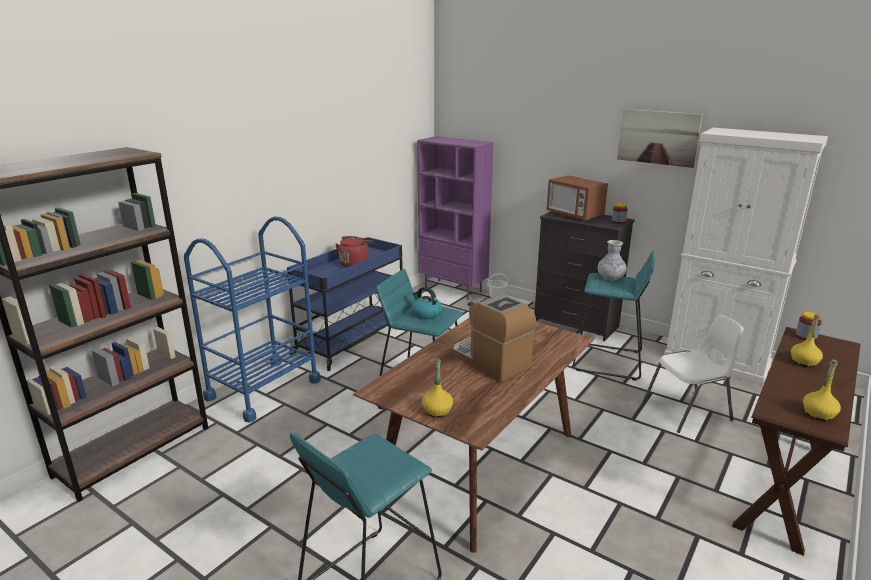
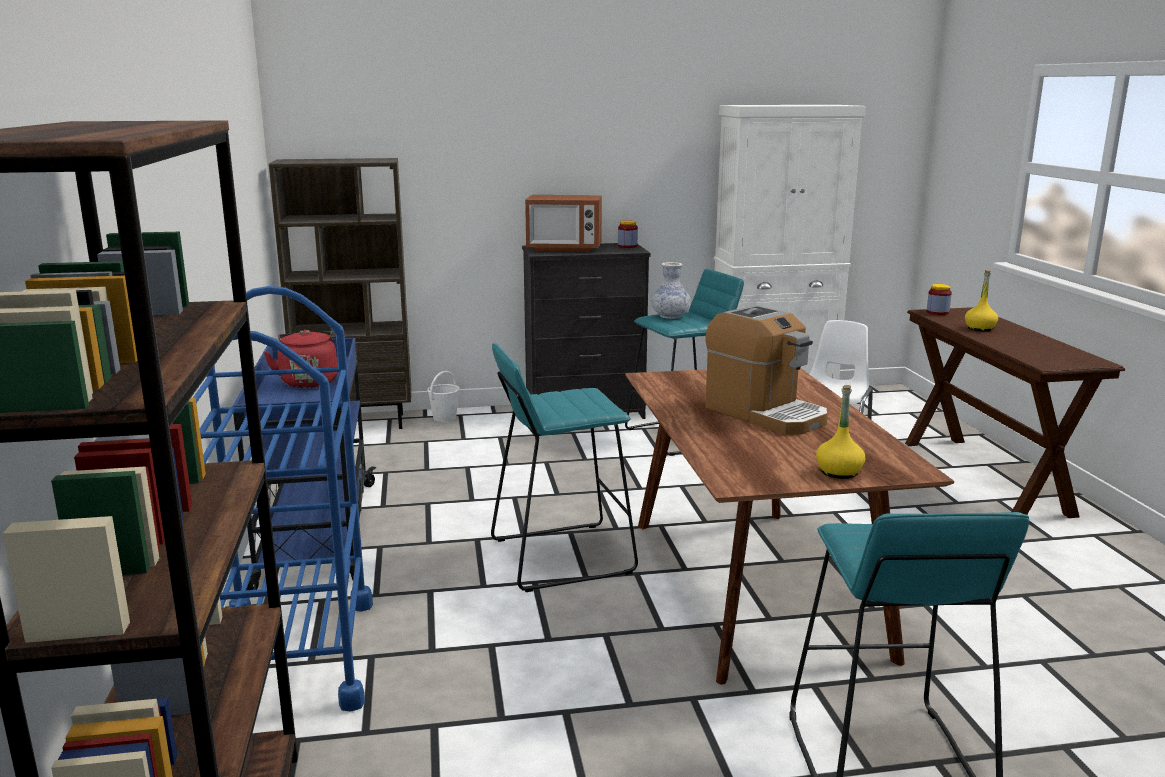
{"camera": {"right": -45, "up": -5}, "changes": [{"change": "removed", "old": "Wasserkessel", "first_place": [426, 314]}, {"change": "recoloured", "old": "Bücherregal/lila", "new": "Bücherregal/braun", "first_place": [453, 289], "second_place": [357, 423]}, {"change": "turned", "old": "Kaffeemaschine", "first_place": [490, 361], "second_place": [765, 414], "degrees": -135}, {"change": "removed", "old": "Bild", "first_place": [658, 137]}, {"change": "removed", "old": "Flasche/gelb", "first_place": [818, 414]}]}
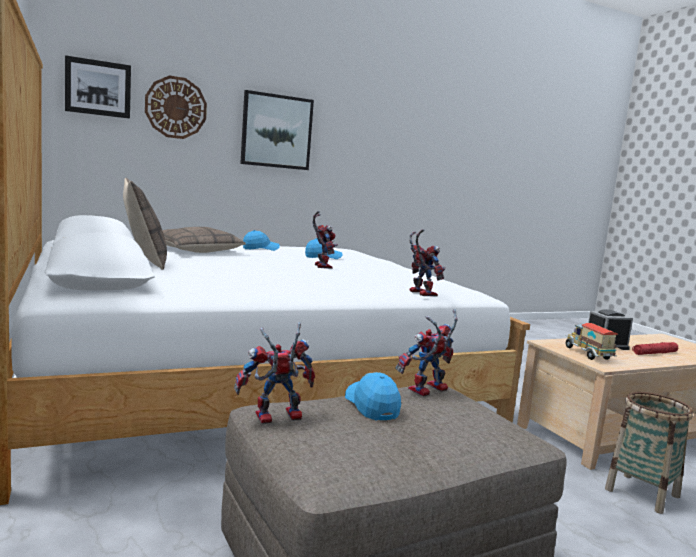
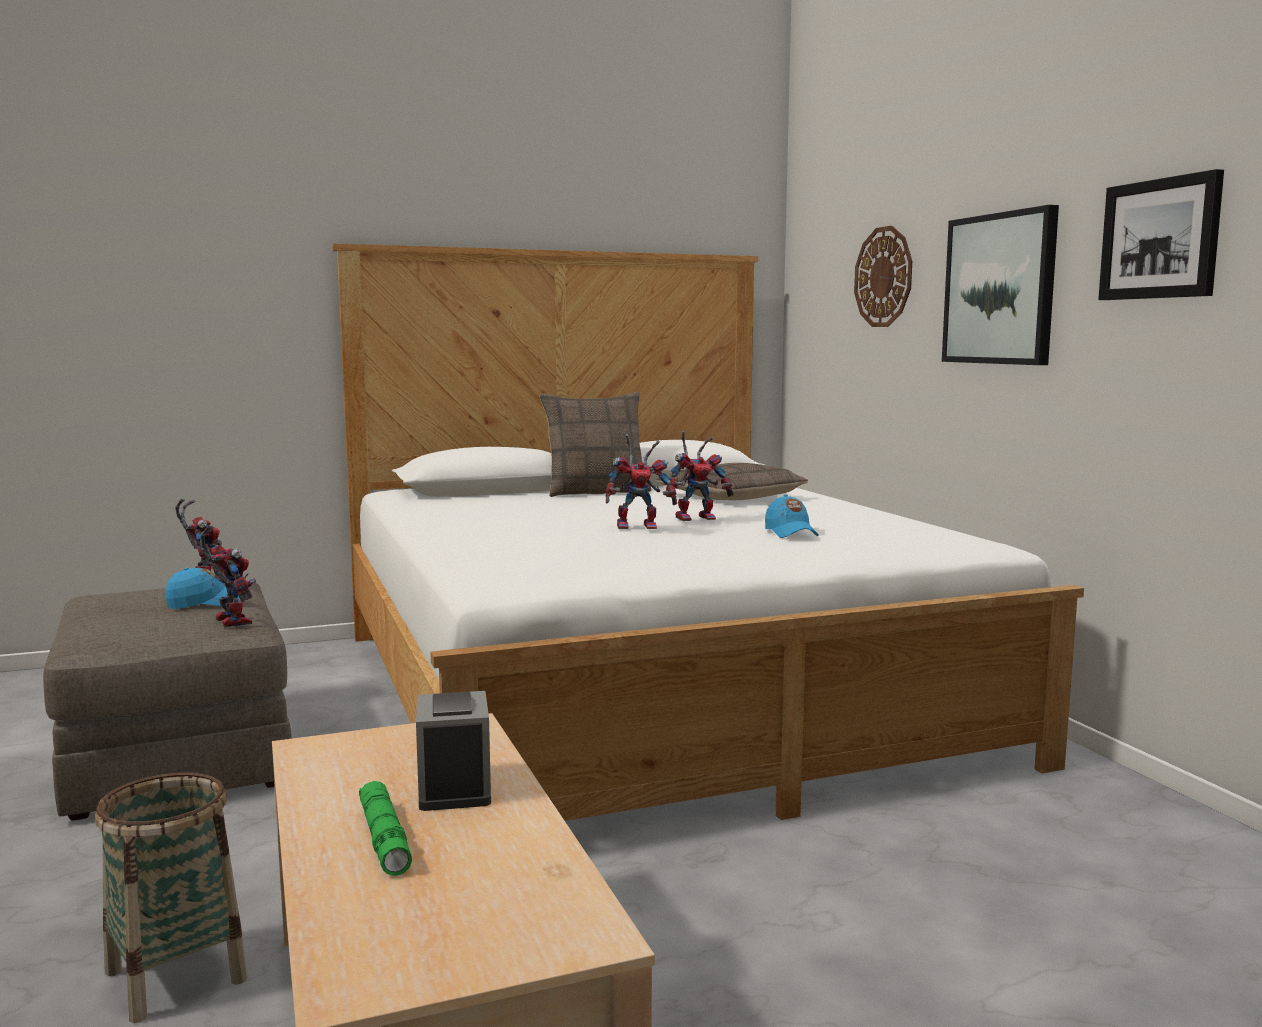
{"camera": {"right": 95, "up": 0}, "changes": [{"change": "moved", "old": "Bild", "first_place": [98, 88], "second_place": [1160, 239]}, {"change": "removed", "old": "Kappe/blau", "first_place": [260, 249]}, {"change": "moved", "old": "Spielzeugroboter", "first_place": [419, 293], "second_place": [697, 518]}, {"change": "removed", "old": "Spielzeuglaster", "first_place": [588, 354]}, {"change": "recoloured", "old": "Taschenlampe/rot", "new": "Taschenlampe/grün", "first_place": [654, 353], "second_place": [384, 838]}]}
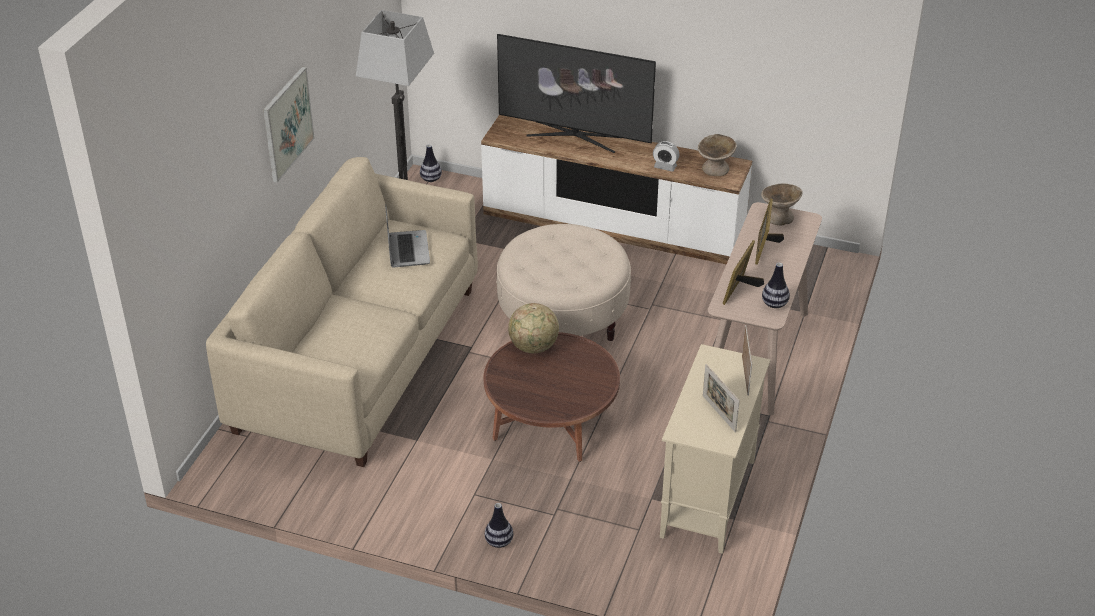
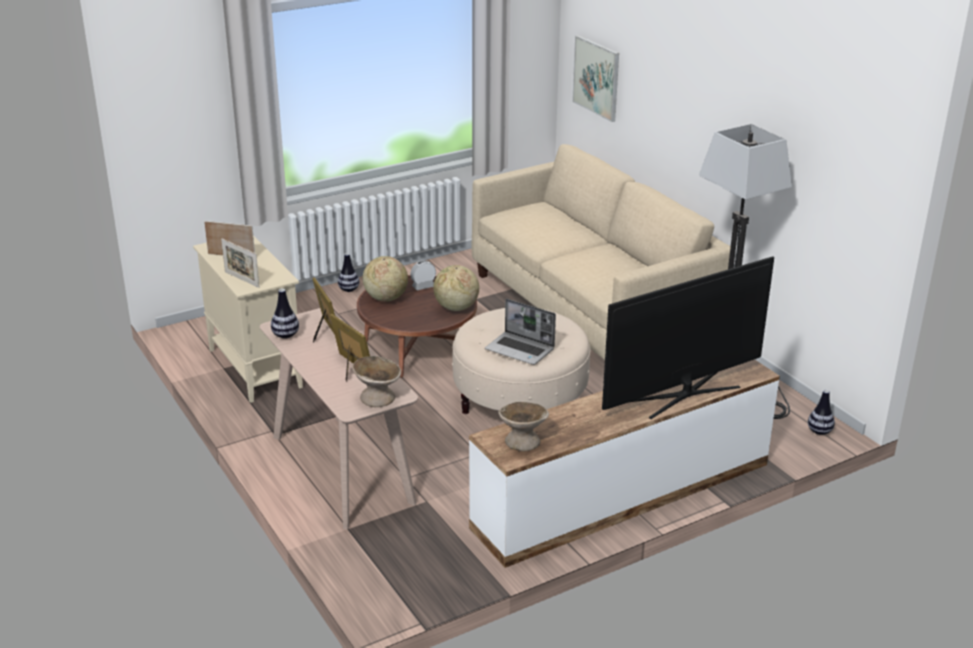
{"camera": {"right": 130, "up": -10}, "changes": [{"change": "moved", "old": "Bild", "first_place": [287, 124], "second_place": [596, 77]}, {"change": "moved", "old": "Laptop", "first_place": [407, 249], "second_place": [520, 350]}, {"change": "moved", "old": "Wecker", "first_place": [665, 167], "second_place": [423, 286]}, {"change": "added", "new": "Globus", "second_place": [385, 298]}]}
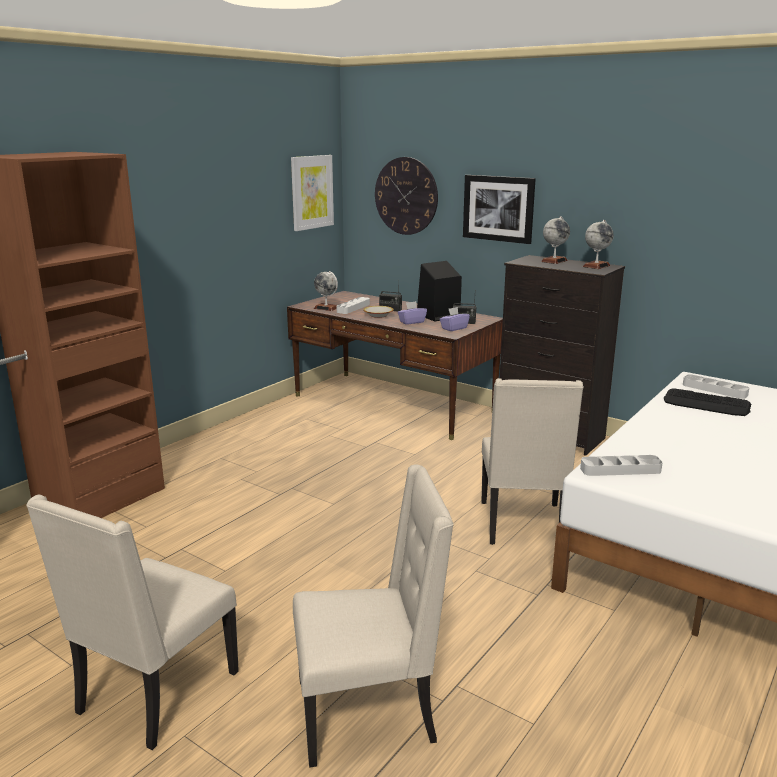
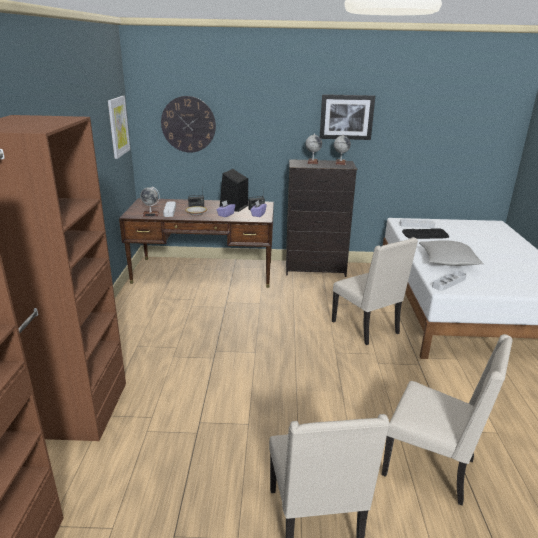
{"camera": {"right": -35, "up": 5}, "changes": [{"change": "turned", "old": "Stuhl/beige", "first_place": [369, 712], "second_place": [431, 467], "degrees": 75}, {"change": "moved", "old": "Bild", "first_place": [498, 208], "second_place": [346, 117]}, {"change": "added", "new": "Kissen/grau", "second_place": [447, 262]}]}
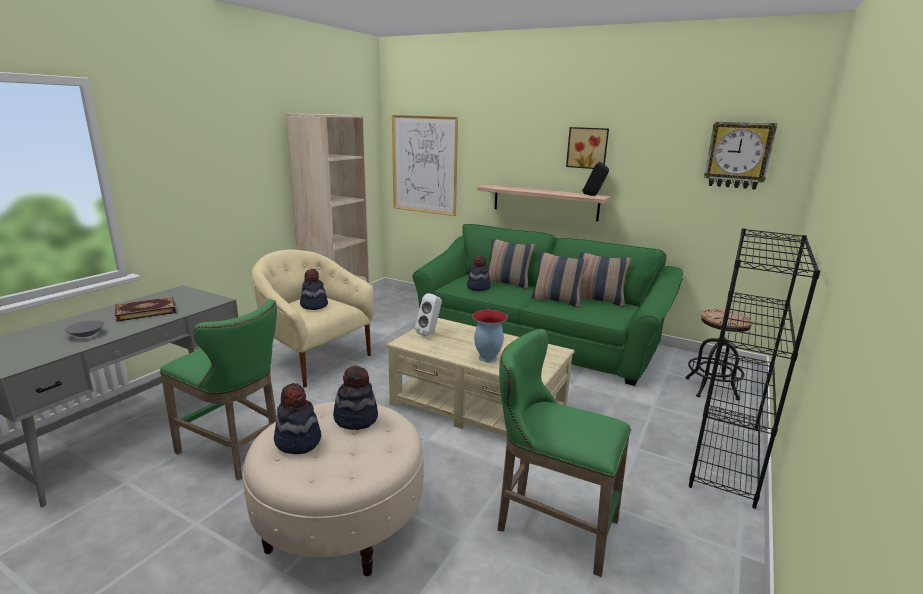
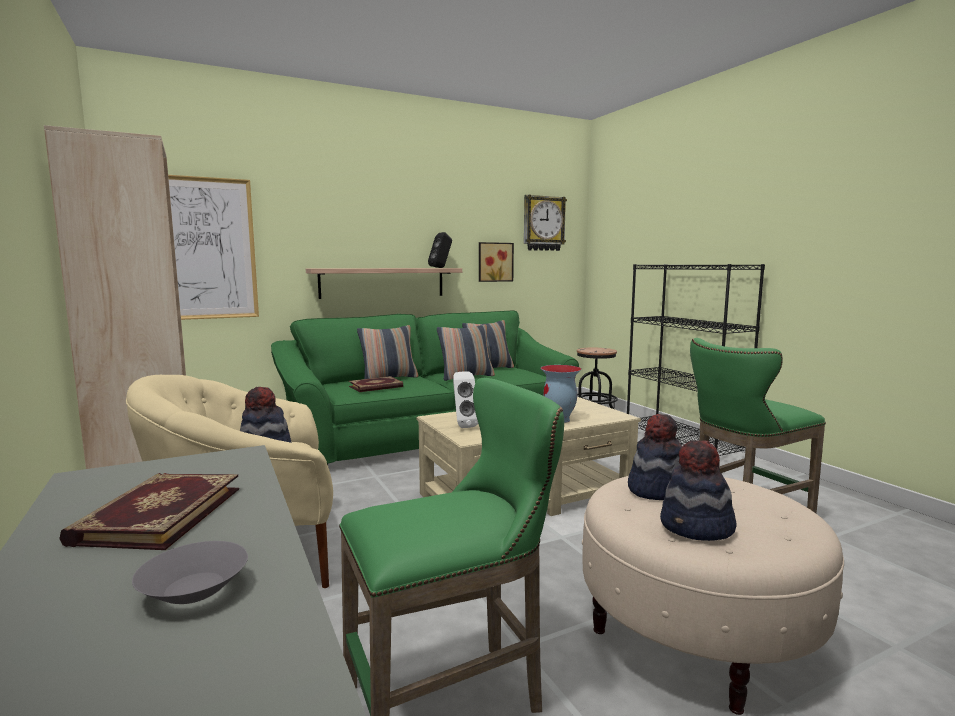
{"camera": {"right": -55, "up": -10}, "changes": [{"change": "replaced", "old": "Hut", "new": "Buch", "first_place": [478, 287], "second_place": [376, 387]}, {"change": "moved", "old": "Bild", "first_place": [587, 148], "second_place": [494, 262]}]}
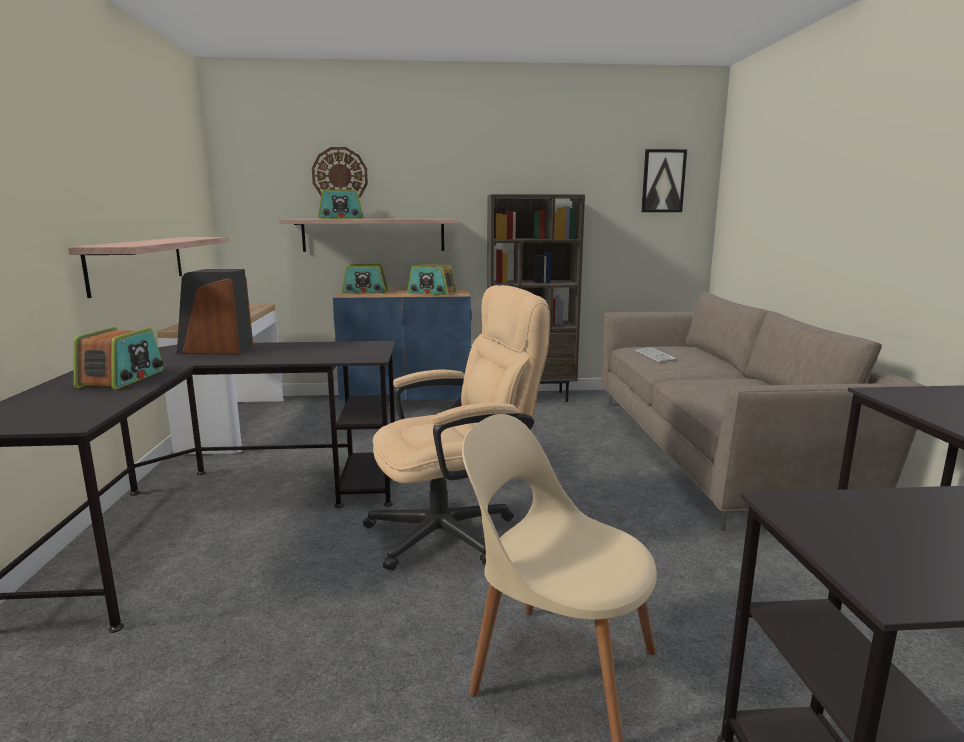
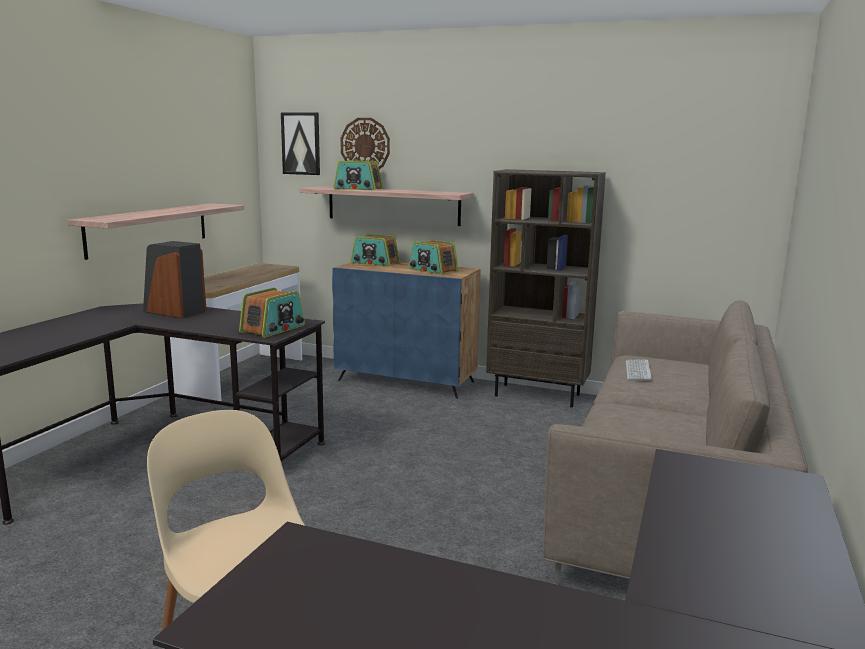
{"camera": {"right": 25, "up": 0}, "changes": [{"change": "moved", "old": "Radio", "first_place": [122, 379], "second_place": [273, 329]}, {"change": "removed", "old": "Bürostuhl/beige", "first_place": [456, 531]}, {"change": "moved", "old": "Bild", "first_place": [663, 181], "second_place": [301, 143]}]}
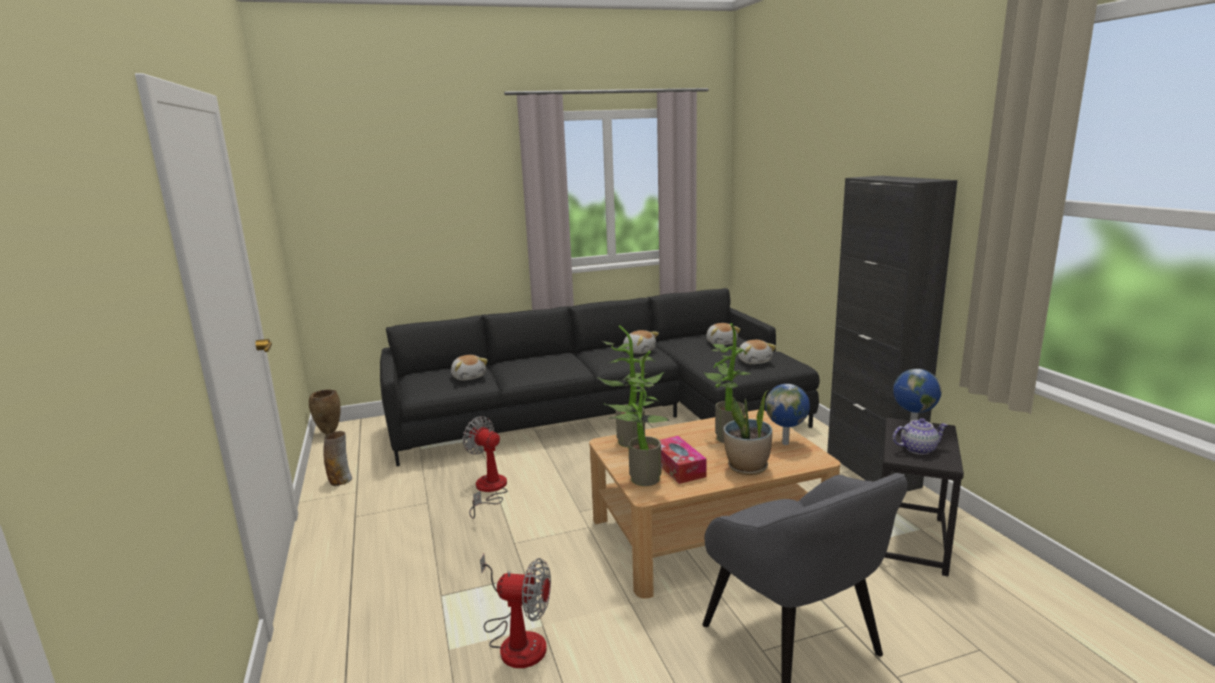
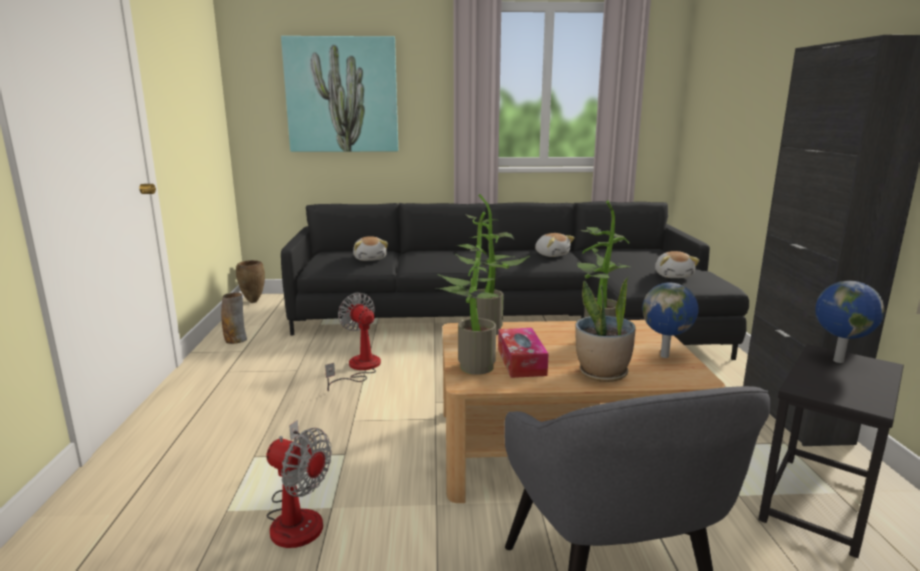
{"camera": {"right": 15, "up": 0}, "changes": [{"change": "removed", "old": "Plüschtier", "first_place": [721, 343]}, {"change": "removed", "old": "Teekanne", "first_place": [918, 449]}, {"change": "added", "new": "Bild", "second_place": [342, 95]}]}
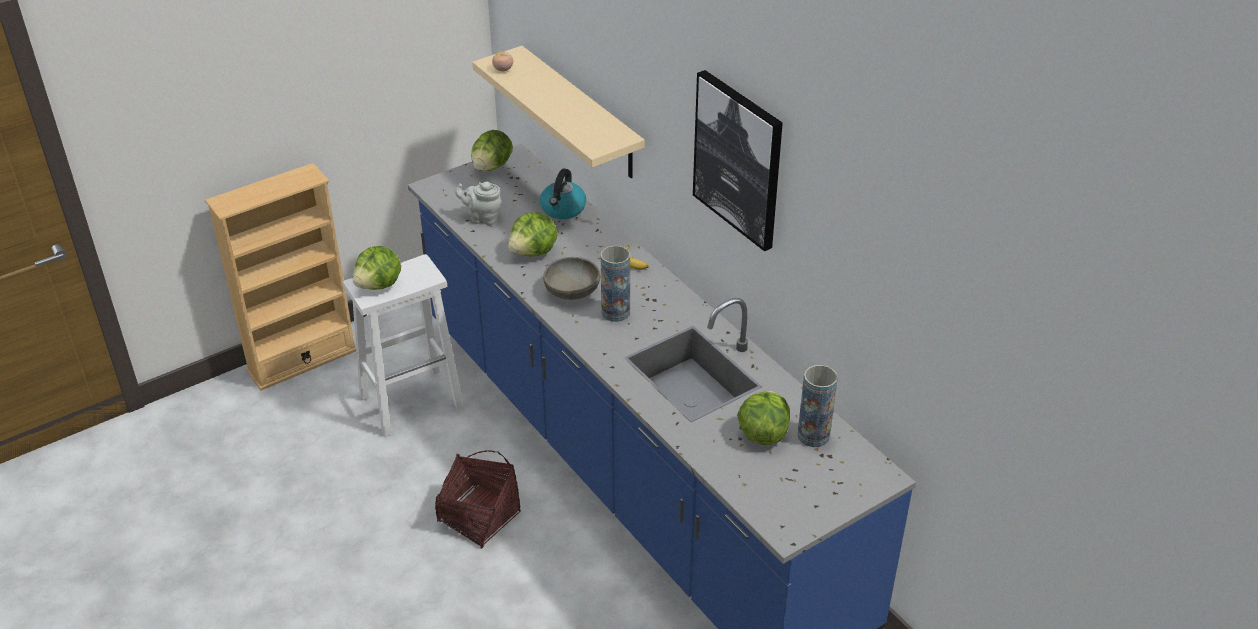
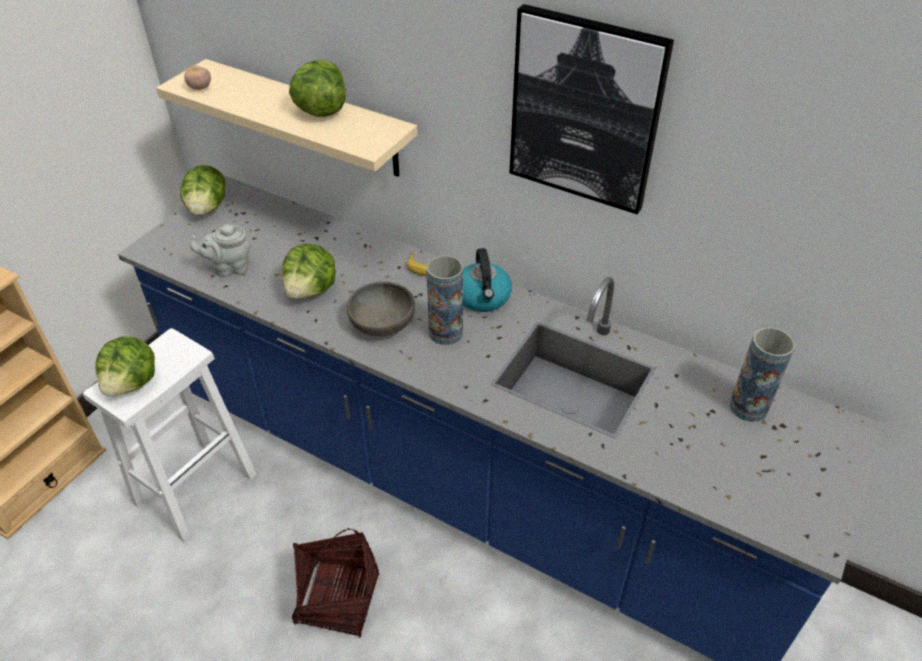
{"camera": {"right": -25, "up": 5}, "changes": [{"change": "moved", "old": "Wasserkessel", "first_place": [563, 209], "second_place": [483, 297]}, {"change": "moved", "old": "Salatkopf", "first_place": [762, 434], "second_place": [320, 111]}]}
